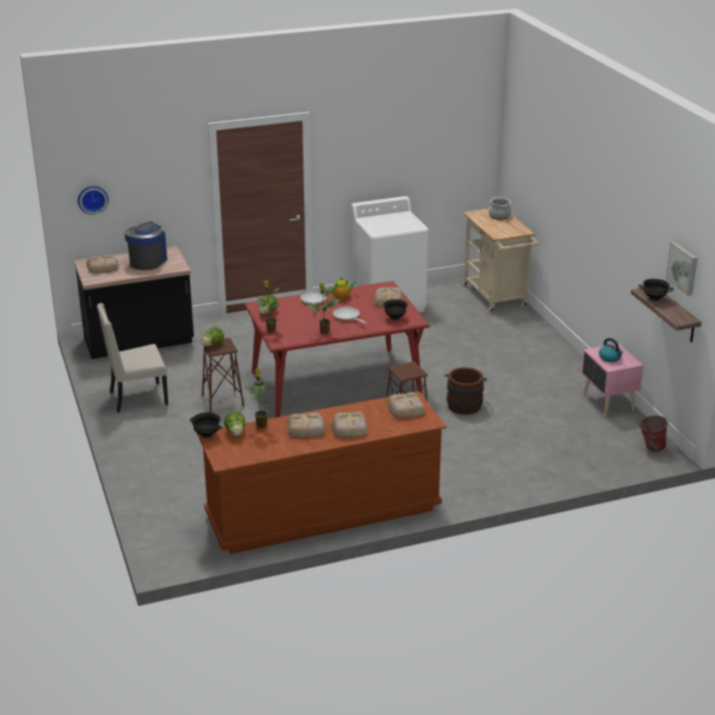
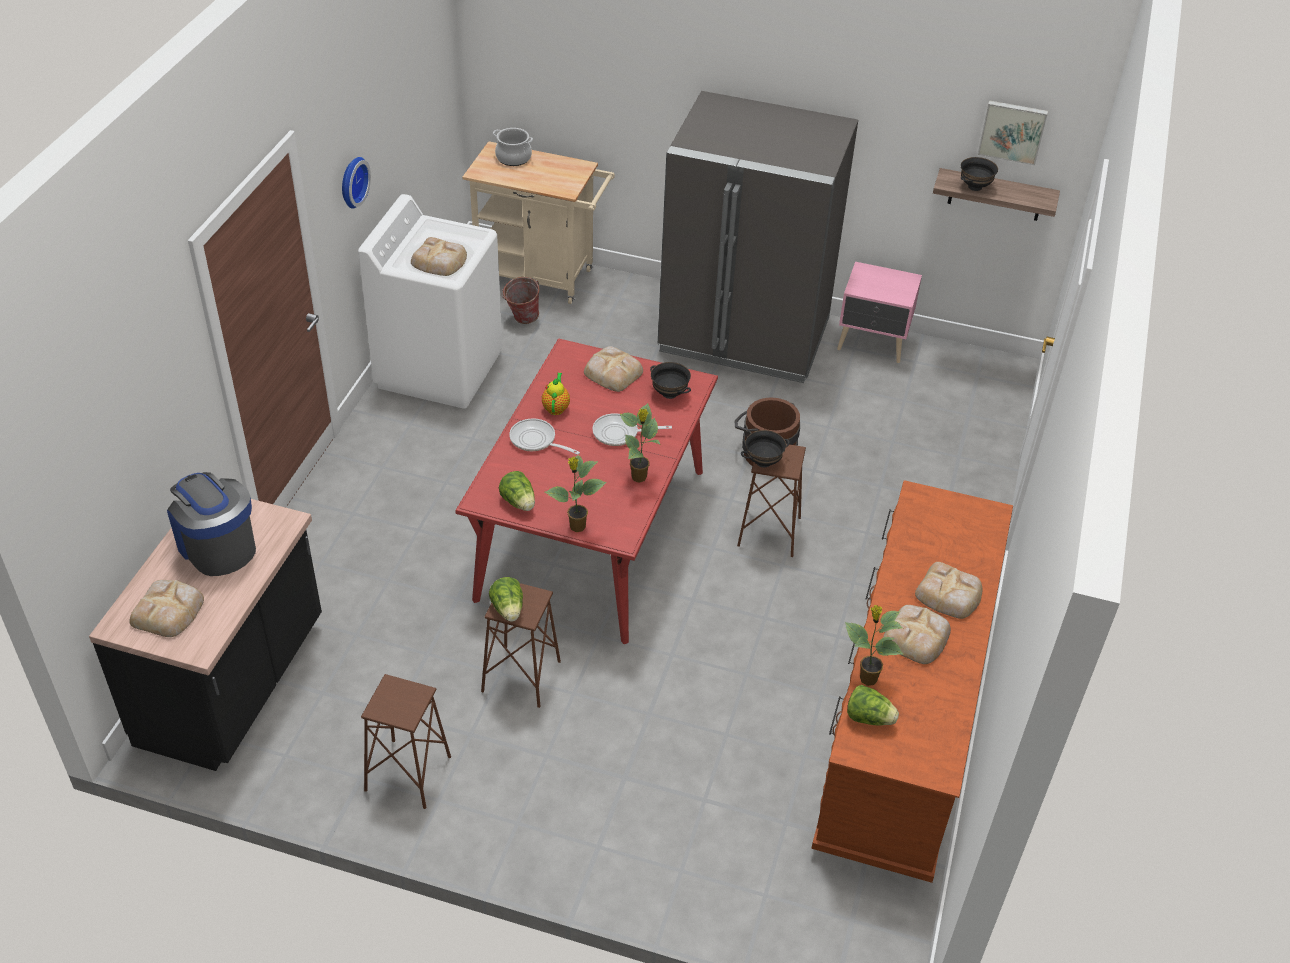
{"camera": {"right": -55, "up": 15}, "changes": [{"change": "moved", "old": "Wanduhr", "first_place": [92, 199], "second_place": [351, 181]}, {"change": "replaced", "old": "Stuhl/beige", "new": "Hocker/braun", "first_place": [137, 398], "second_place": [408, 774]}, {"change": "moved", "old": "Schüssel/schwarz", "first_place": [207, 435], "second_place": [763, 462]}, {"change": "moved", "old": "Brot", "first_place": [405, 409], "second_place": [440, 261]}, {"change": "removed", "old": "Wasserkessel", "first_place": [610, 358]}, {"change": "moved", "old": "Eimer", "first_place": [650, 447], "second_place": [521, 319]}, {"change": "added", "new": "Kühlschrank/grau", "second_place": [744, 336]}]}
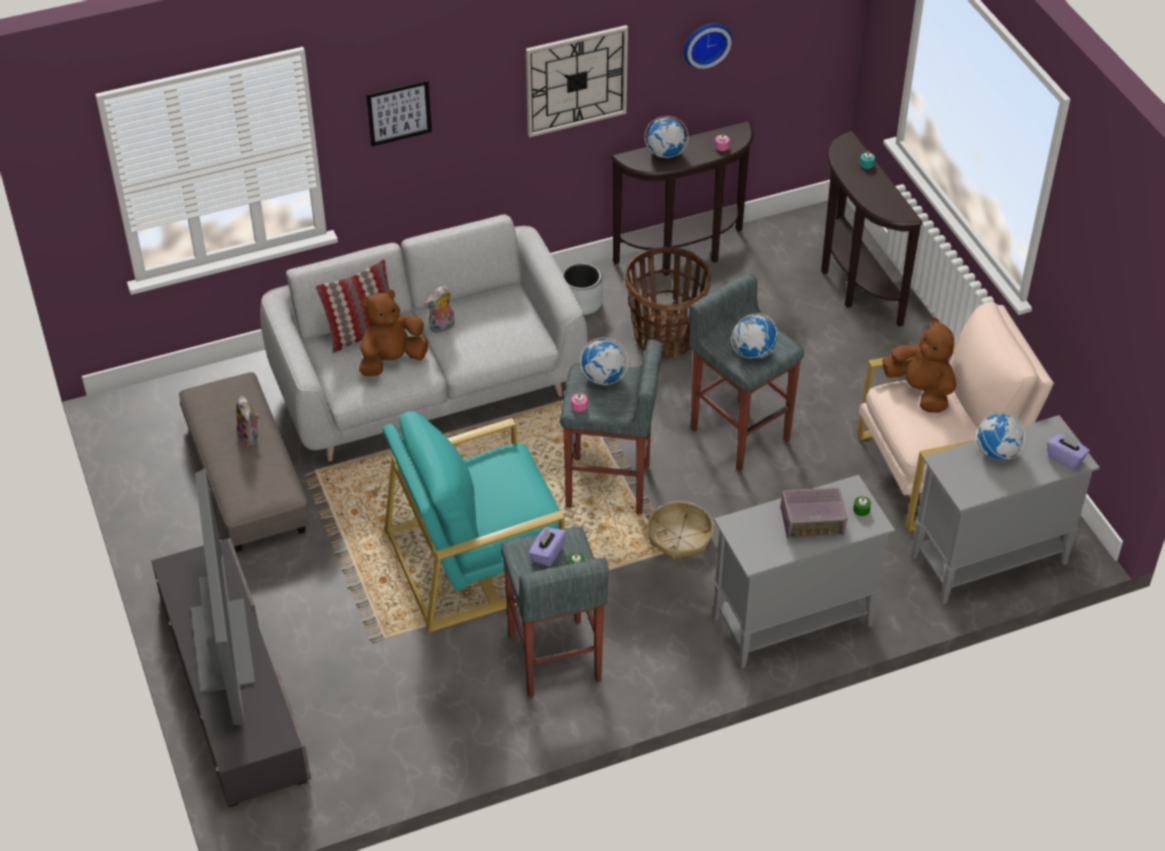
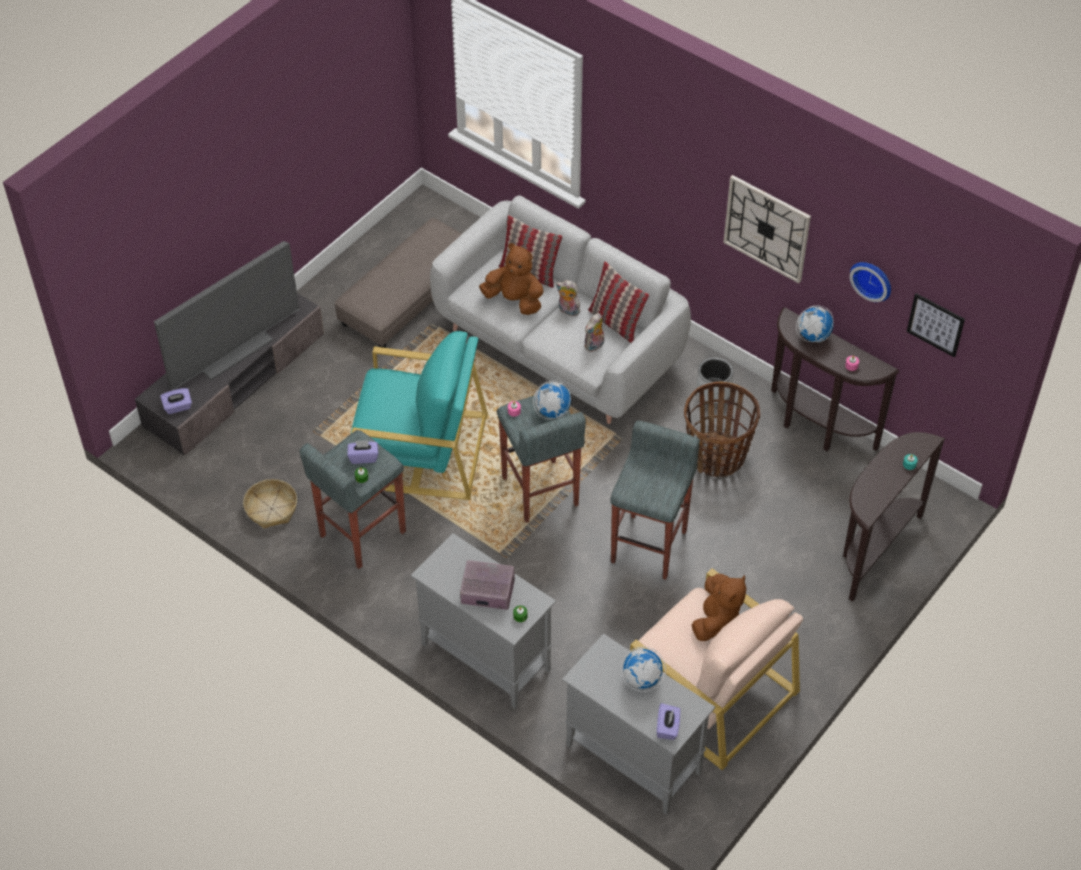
{"camera": {"right": 60, "up": 5}, "changes": [{"change": "moved", "old": "Plüschtier", "first_place": [250, 437], "second_place": [594, 346]}, {"change": "moved", "old": "Bild", "first_place": [399, 112], "second_place": [935, 324]}, {"change": "turned", "old": "Sessel/türkis", "first_place": [476, 558], "second_place": [421, 450], "degrees": 150}, {"change": "moved", "old": "Korb", "first_place": [679, 537], "second_place": [272, 509]}, {"change": "removed", "old": "Globus", "first_place": [753, 352]}, {"change": "turned", "old": "Radio", "first_place": [812, 522], "second_place": [487, 591], "degrees": 135}, {"change": "added", "new": "Taschentuchbox/lila", "second_place": [178, 407]}, {"change": "added", "new": "Kissen", "second_place": [616, 322]}]}
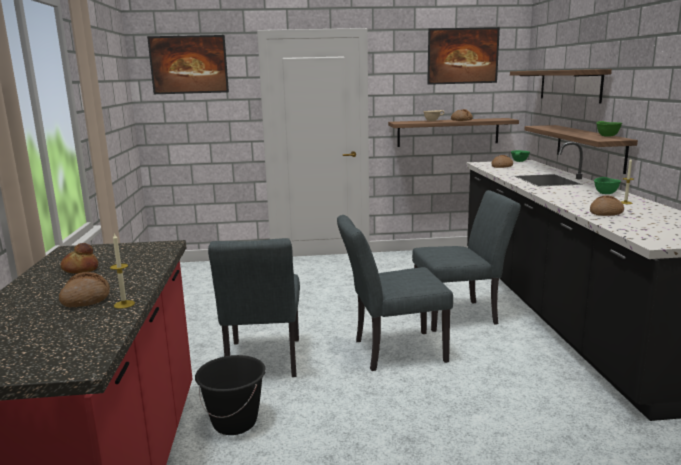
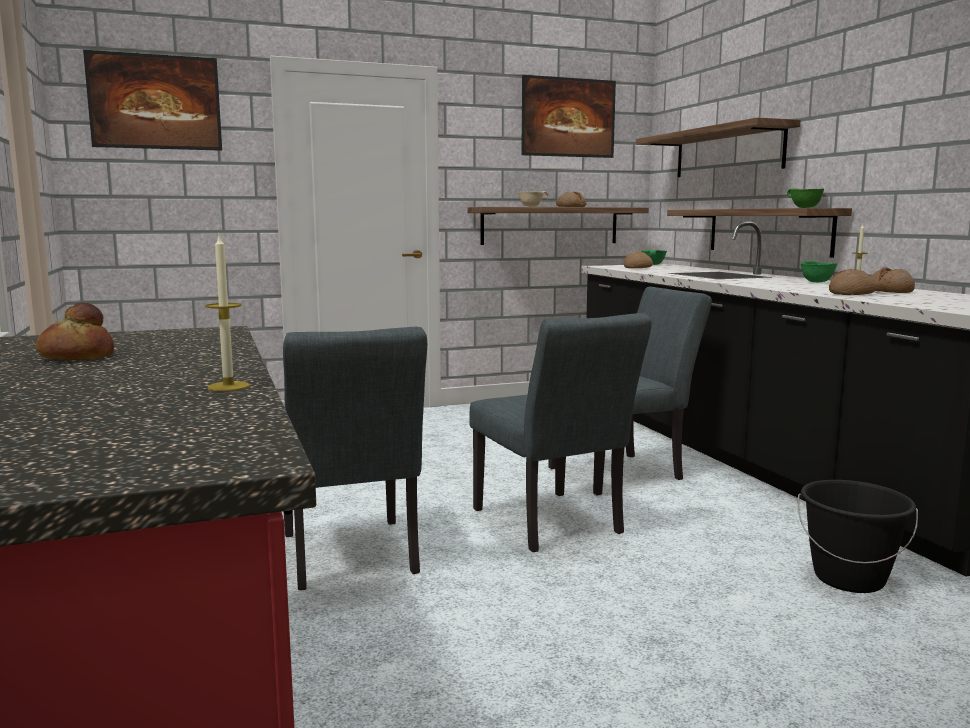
{"camera": {"right": -15, "up": -5}, "changes": [{"change": "moved", "old": "Brot", "first_place": [86, 299], "second_place": [889, 291]}, {"change": "moved", "old": "Eimer/schwarz", "first_place": [235, 422], "second_place": [849, 578]}, {"change": "turned", "old": "Stuhl/grau", "first_place": [392, 351], "second_place": [553, 525], "degrees": -90}]}
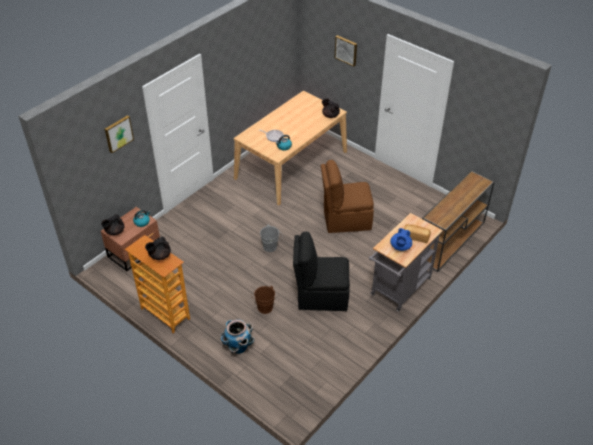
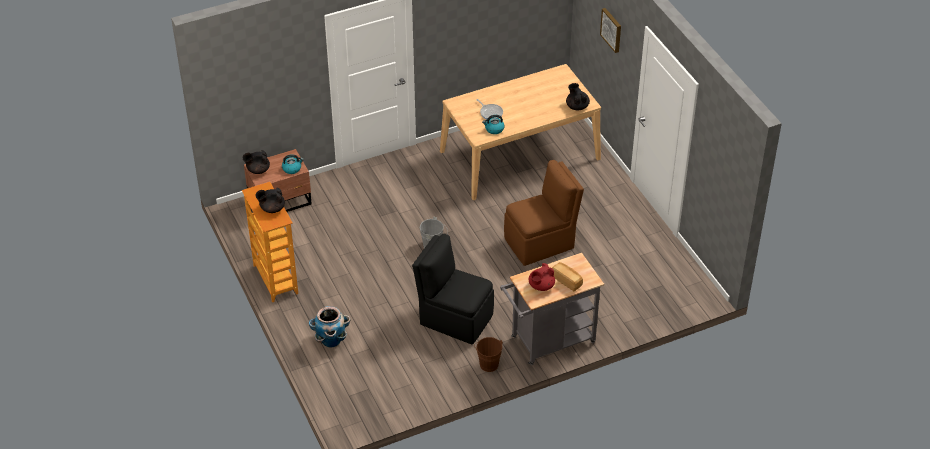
{"camera": {"right": 25, "up": 0}, "changes": [{"change": "removed", "old": "Bild", "first_place": [118, 133]}, {"change": "moved", "old": "Eimer/braun", "first_place": [263, 307], "second_place": [488, 363]}, {"change": "turned", "old": "Stuhl/braun", "first_place": [345, 220], "second_place": [541, 243], "degrees": 135}, {"change": "recoloured", "old": "Teekanne/blau", "new": "Teekanne/rot", "first_place": [400, 247], "second_place": [541, 286]}, {"change": "removed", "old": "Konsolentisch/braun", "first_place": [450, 241]}]}
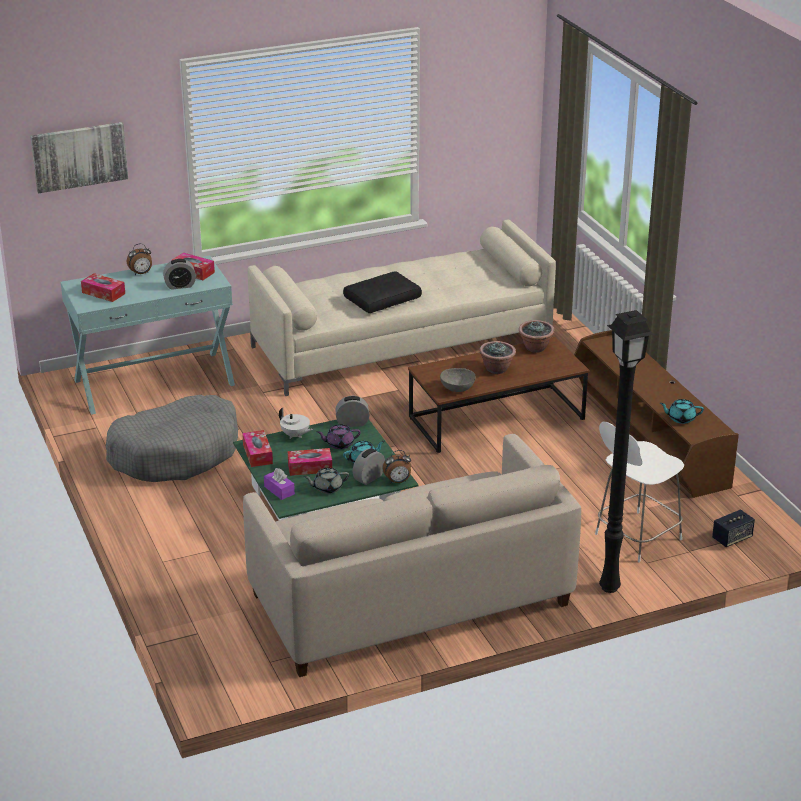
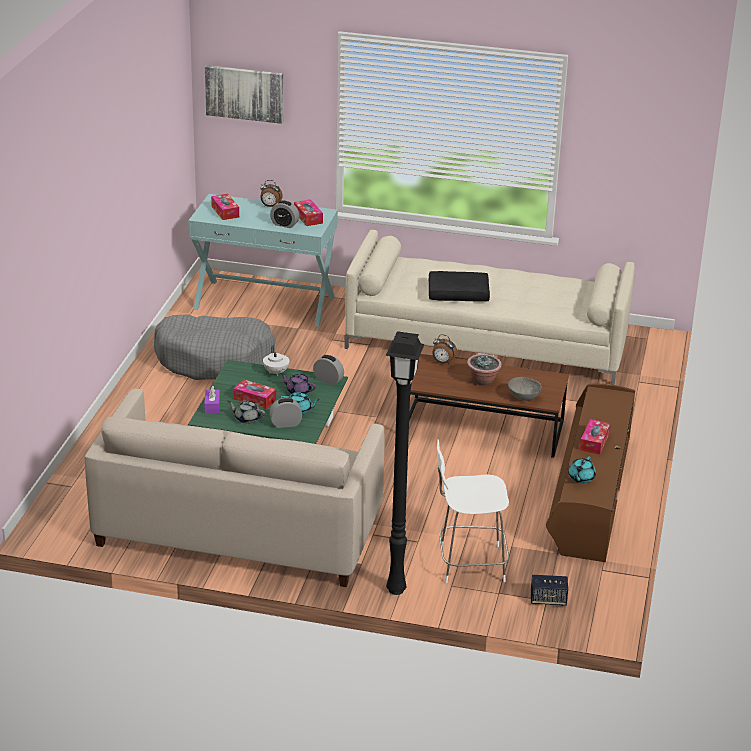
{"camera": {"right": 35, "up": 0}, "changes": [{"change": "moved", "old": "Taschentuchbox", "first_place": [257, 454], "second_place": [594, 442]}, {"change": "moved", "old": "Wecker", "first_place": [398, 481], "second_place": [443, 362]}, {"change": "moved", "old": "Schüssel/grau", "first_place": [457, 389], "second_place": [523, 397]}, {"change": "removed", "old": "Topfpflanze", "first_place": [535, 348]}, {"change": "turned", "old": "Teekanne/türkis", "first_place": [680, 418], "second_place": [581, 478], "degrees": -105}]}
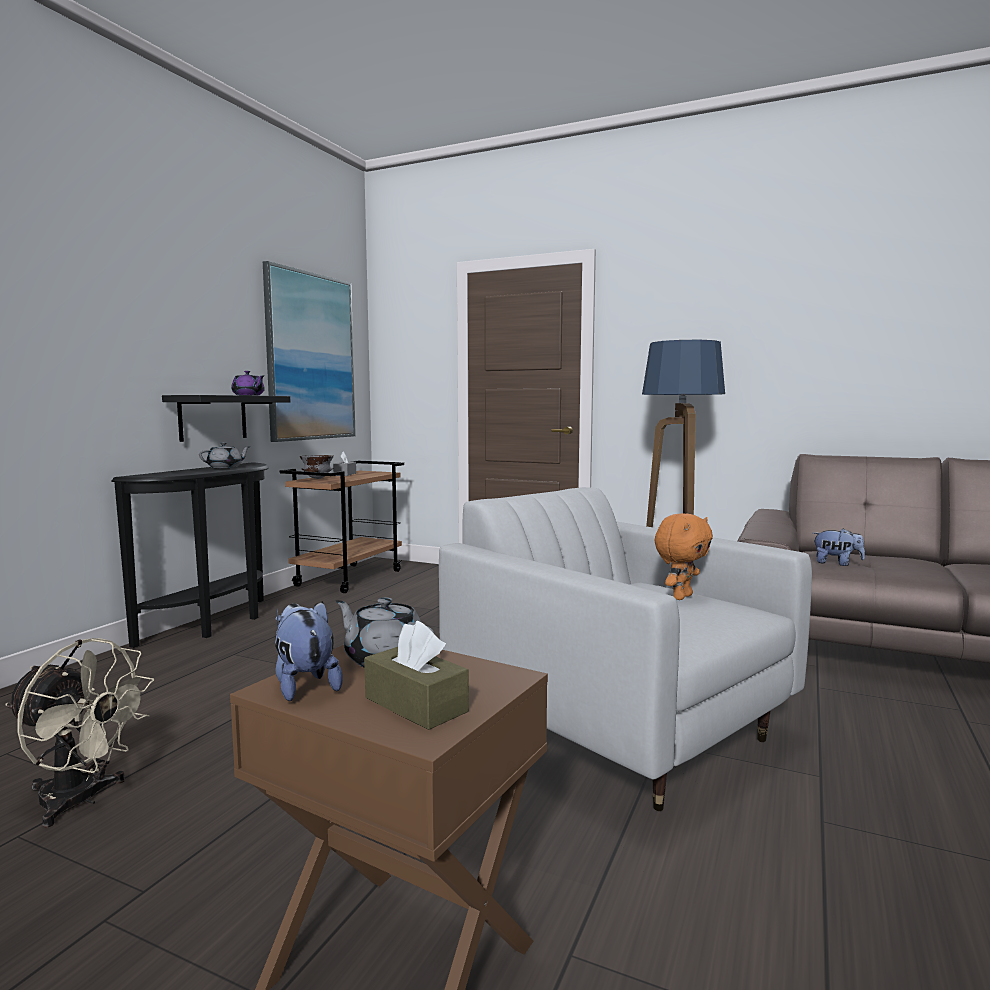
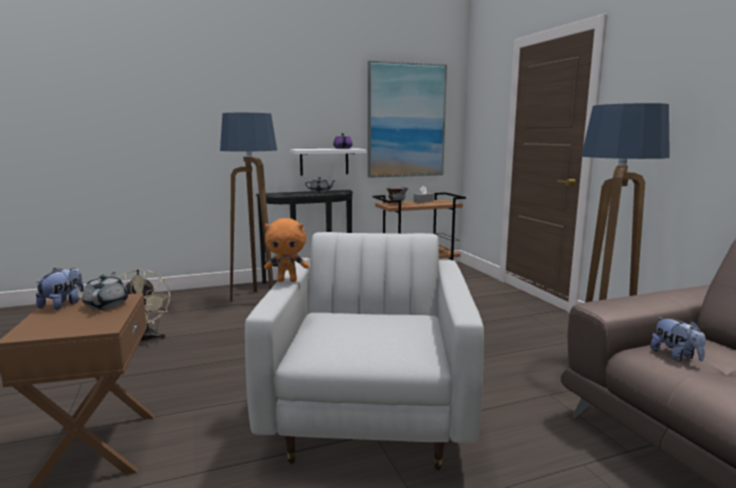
{"camera": {"right": 45, "up": 5}, "changes": [{"change": "recoloured", "old": "Wandregal/schwarz", "new": "Wandregal/weiß", "first_place": [213, 417], "second_place": [324, 161]}, {"change": "removed", "old": "Taschentuchbox/braun", "first_place": [416, 704]}, {"change": "moved", "old": "Plüschtier/orange", "first_place": [681, 597], "second_place": [287, 280]}, {"change": "added", "new": "Stehlampe", "second_place": [256, 299]}]}
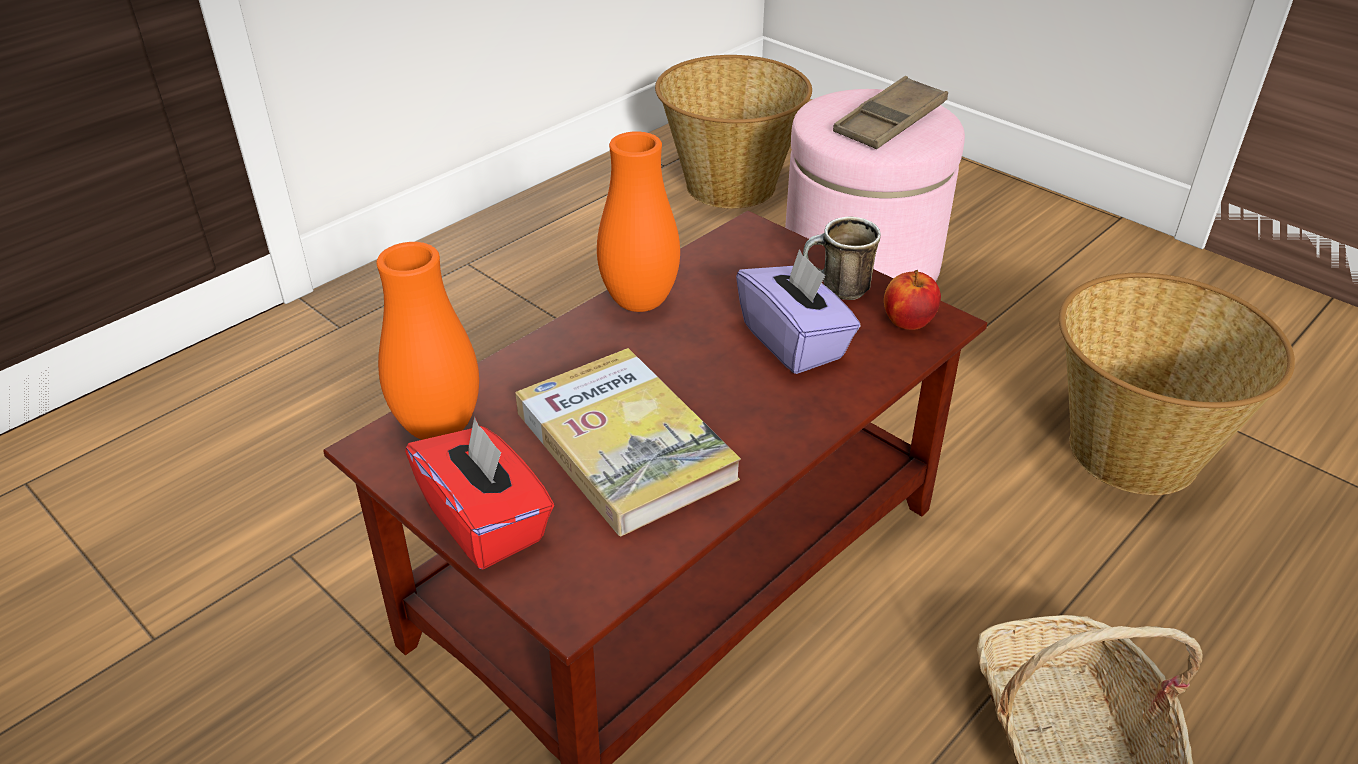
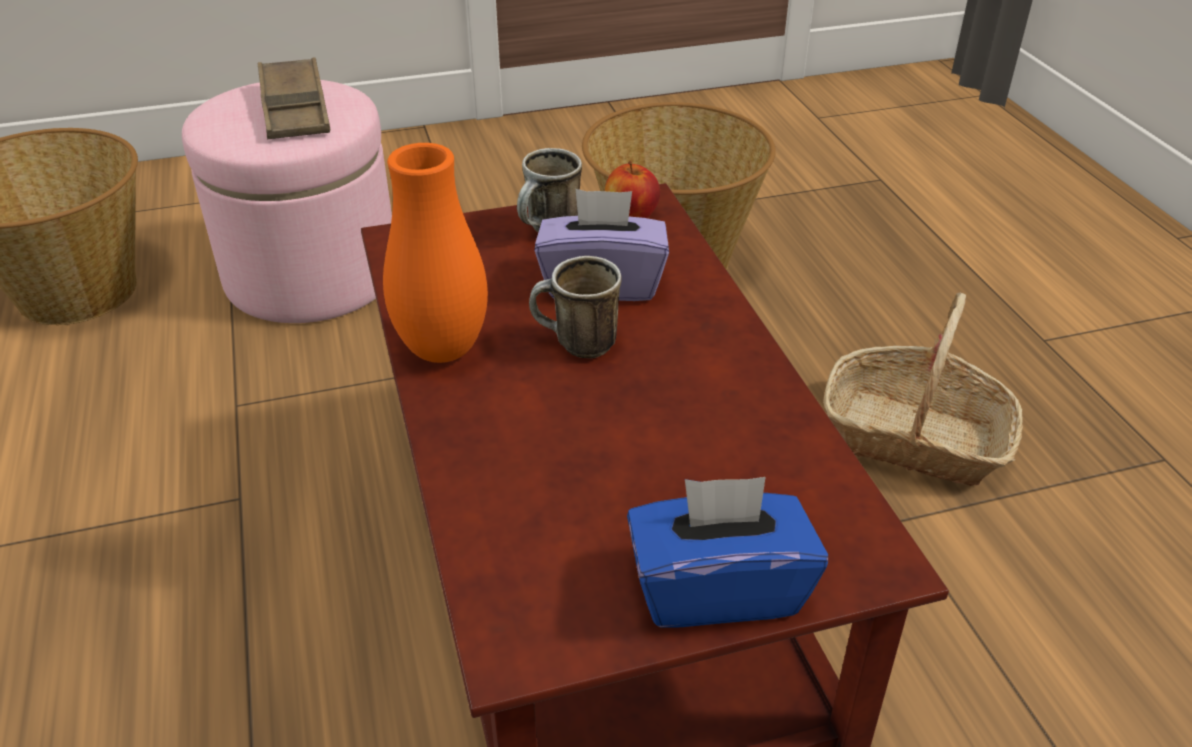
{"camera": {"right": -60, "up": 0}, "changes": [{"change": "removed", "old": "Vase/orange", "first_place": [439, 428]}, {"change": "recoloured", "old": "Taschentuchbox/rot", "new": "Taschentuchbox/blau", "first_place": [486, 522], "second_place": [717, 588]}, {"change": "removed", "old": "Buch", "first_place": [624, 445]}, {"change": "added", "new": "Henkelbecher", "second_place": [576, 346]}]}
